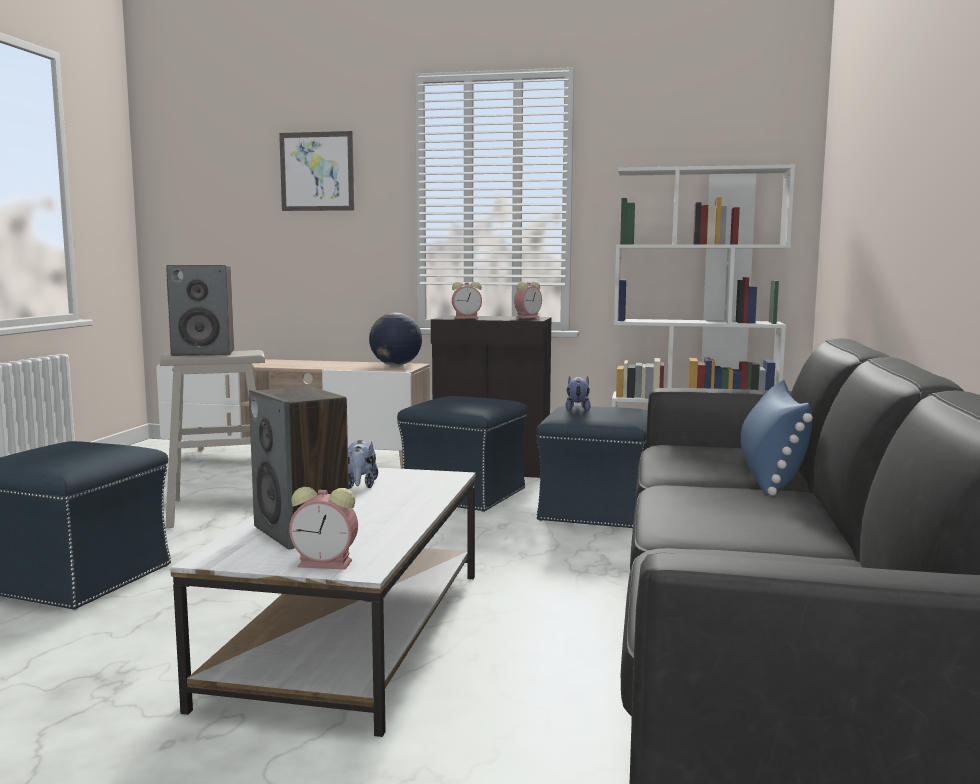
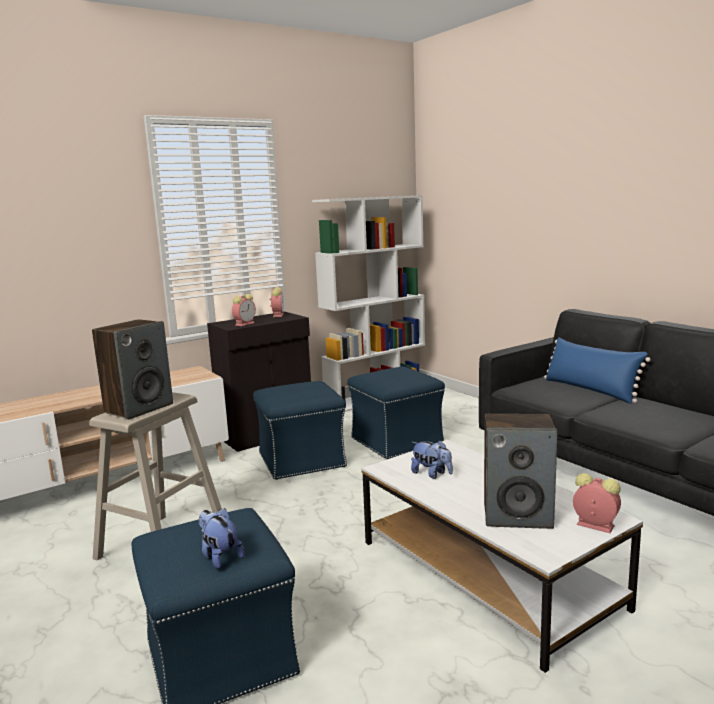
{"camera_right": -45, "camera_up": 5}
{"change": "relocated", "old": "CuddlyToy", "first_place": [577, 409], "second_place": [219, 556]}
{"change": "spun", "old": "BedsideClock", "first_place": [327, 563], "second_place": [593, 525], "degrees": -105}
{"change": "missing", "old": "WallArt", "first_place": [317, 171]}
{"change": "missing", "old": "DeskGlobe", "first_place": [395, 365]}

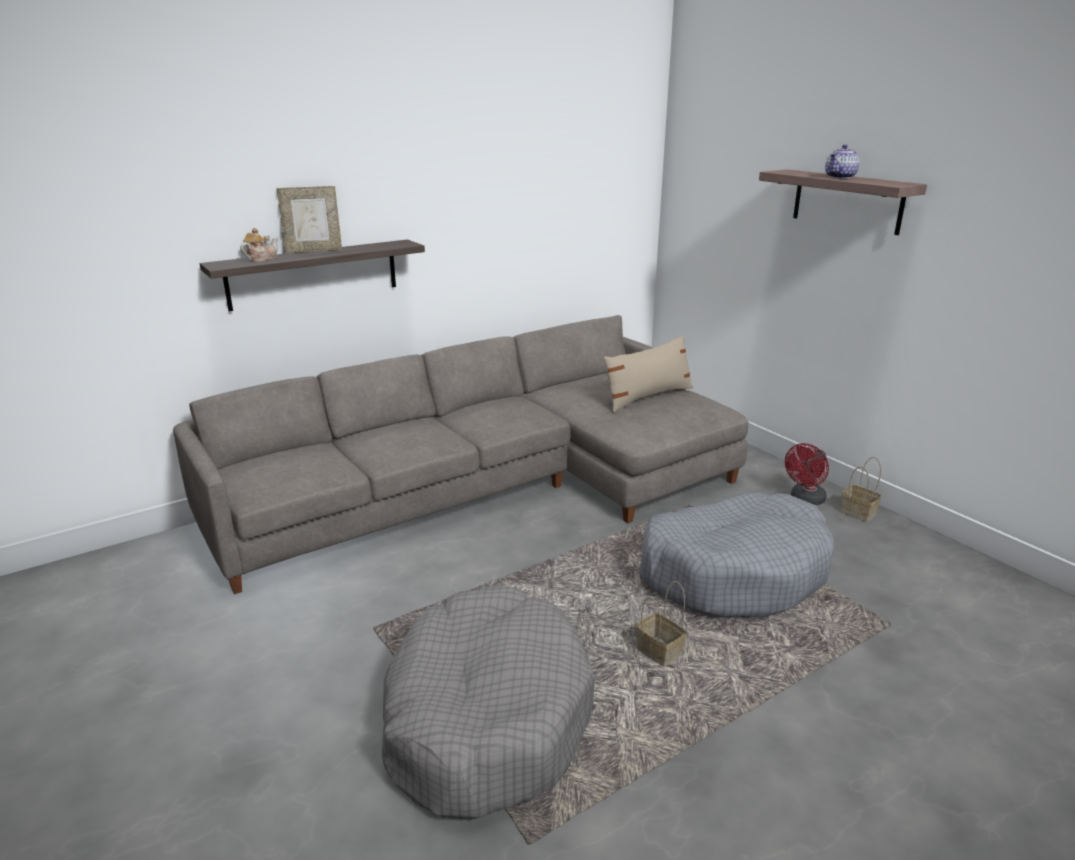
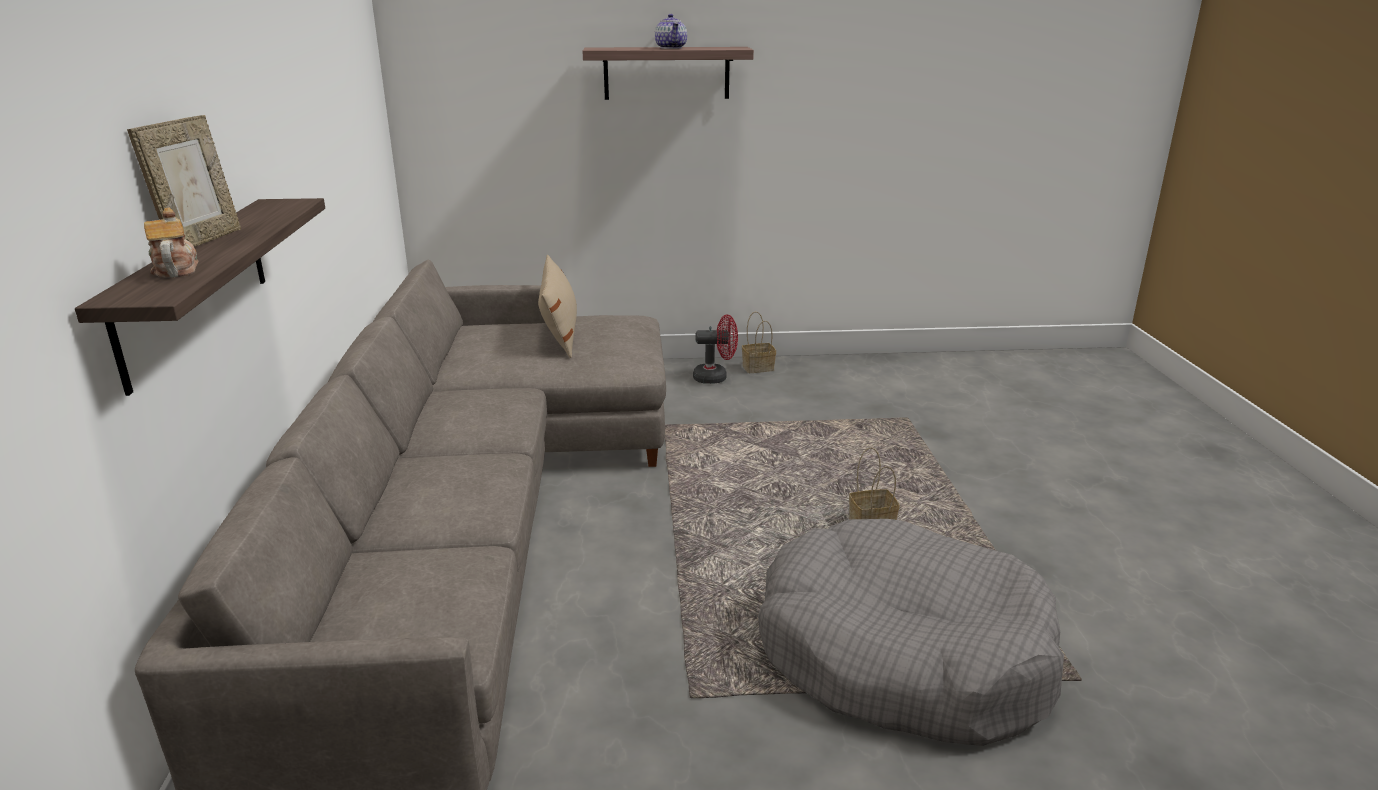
{"camera_right": -60, "camera_up": 0}
{"change": "spun", "old": "RedFan", "first_place": [805, 500], "second_place": [716, 377], "degrees": -75}
{"change": "missing", "old": "GreyishDogCushion", "first_place": [733, 572]}

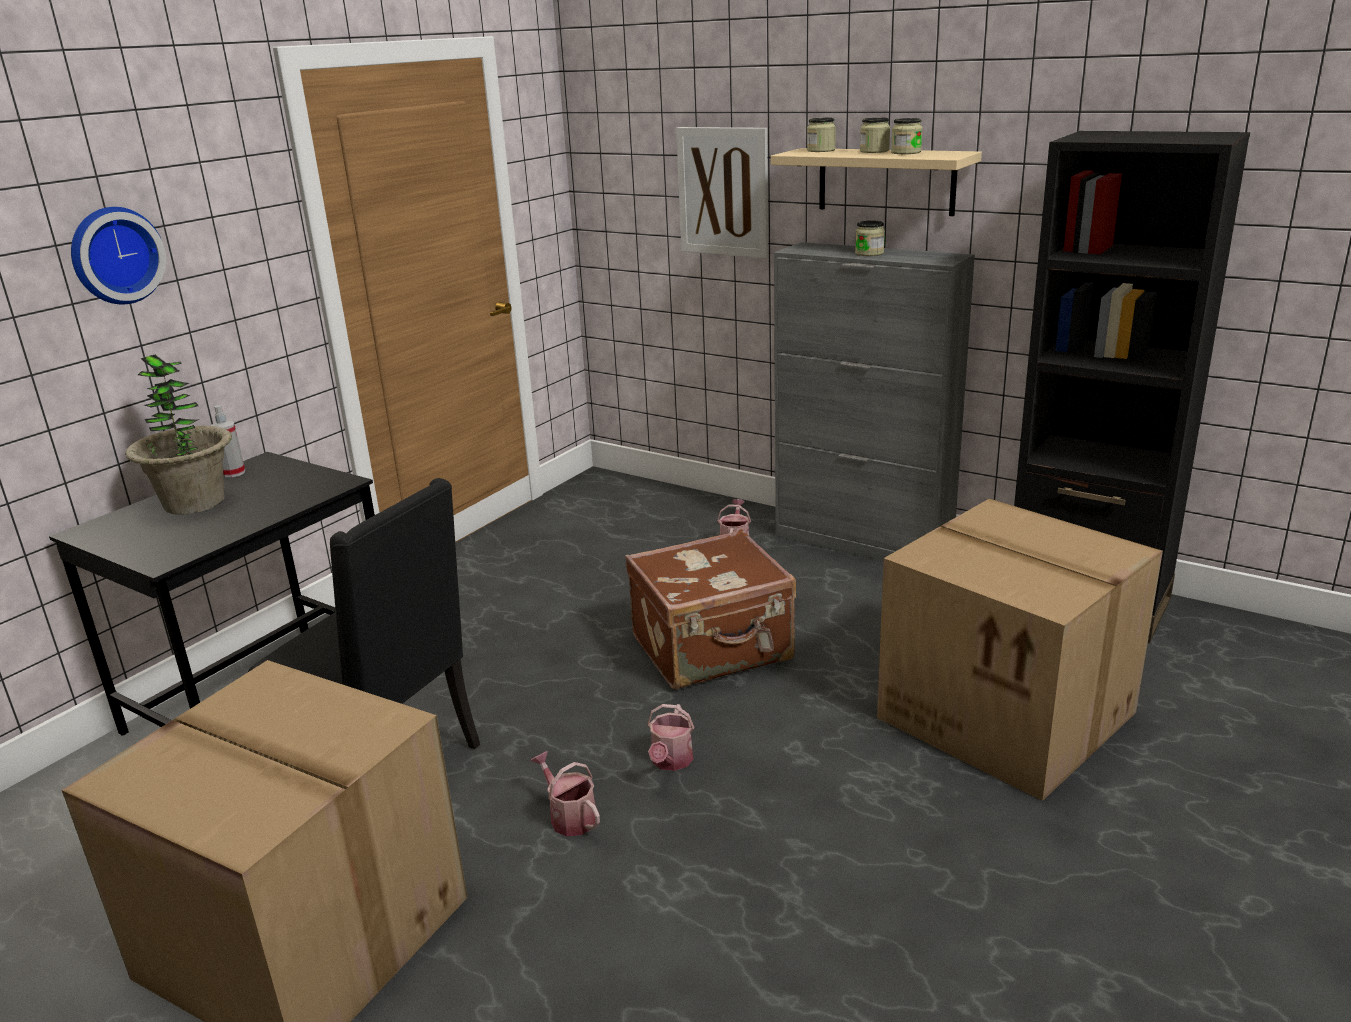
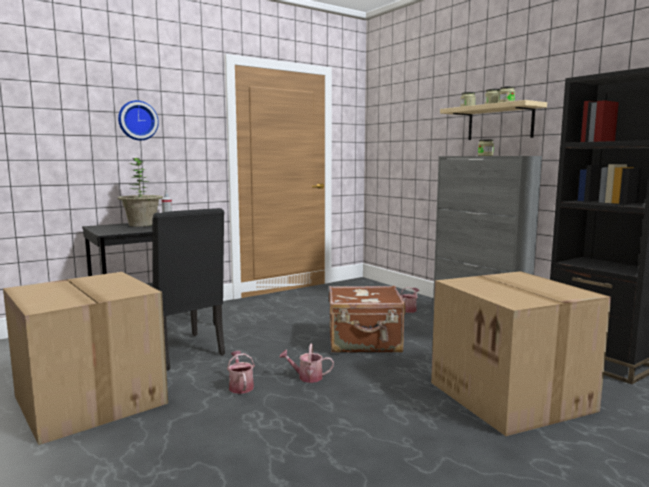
{"camera_right": 20, "camera_up": -15}
{"change": "spun", "old": "SprinklingCan", "first_place": [670, 761], "second_place": [307, 377], "degrees": 60}
{"change": "missing", "old": "WallArt", "first_place": [723, 192]}

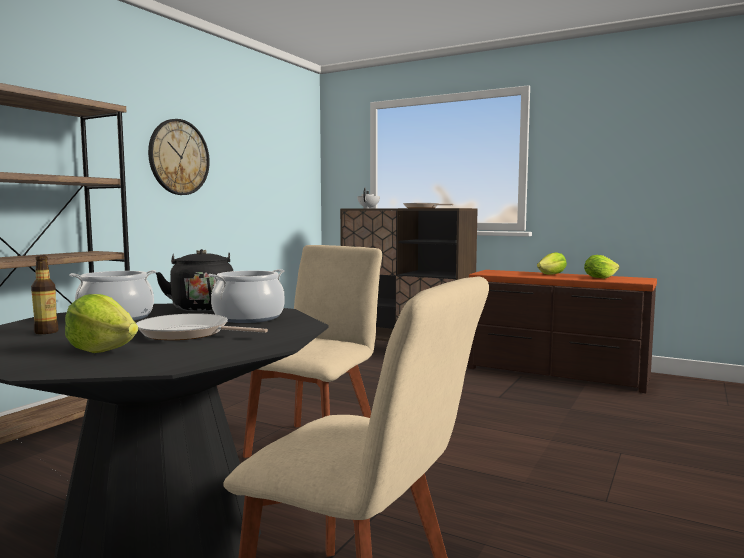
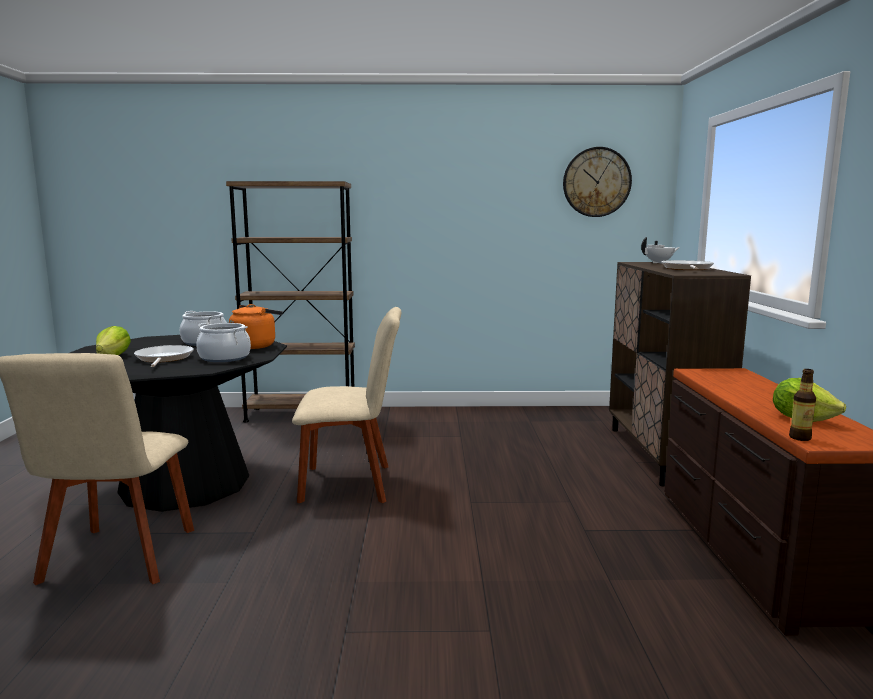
{"camera_right": 60, "camera_up": 5}
{"change": "colour", "old": "BlackColouredWaterKettle", "new": "OrangeWaterKettle", "first_place": [202, 308], "second_place": [255, 346]}
{"change": "relocated", "old": "WallClock", "first_place": [179, 157], "second_place": [596, 182]}
{"change": "relocated", "old": "DrinkBottle", "first_place": [46, 332], "second_place": [800, 438]}
{"change": "missing", "old": "Lettuce", "first_place": [552, 274]}

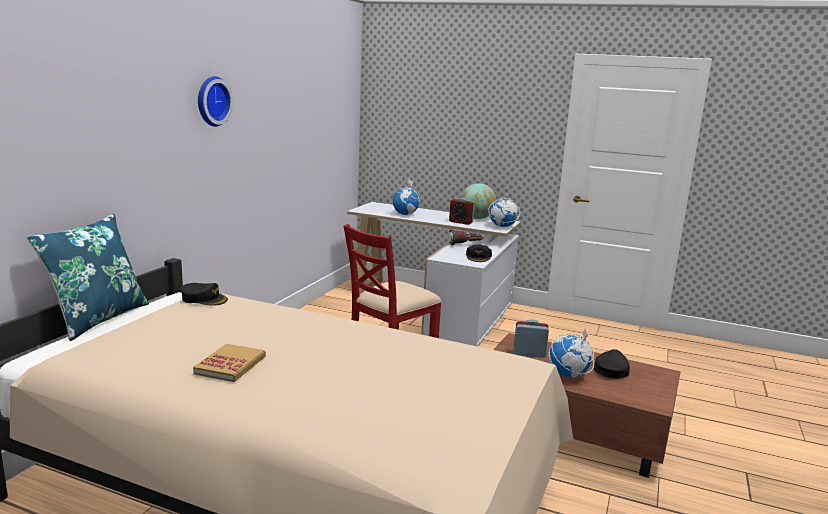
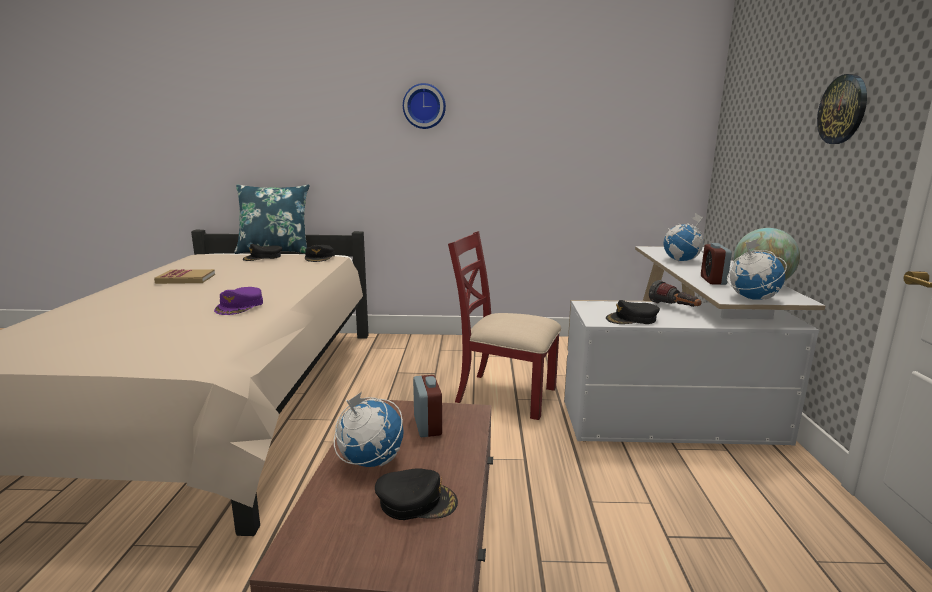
{"camera_right": 70, "camera_up": 0}
{"change": "appeared", "new": "PurpleColouredPeakedCap", "second_place": [240, 306]}
{"change": "appeared", "new": "BlackColouredPeakedCap", "second_place": [263, 257]}
{"change": "appeared", "new": "WallClock", "second_place": [843, 109]}

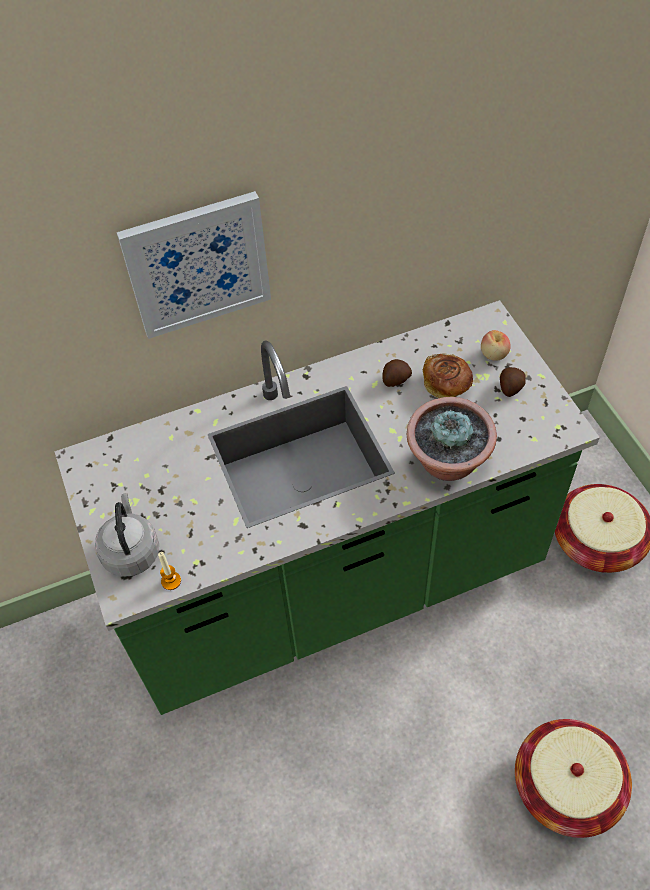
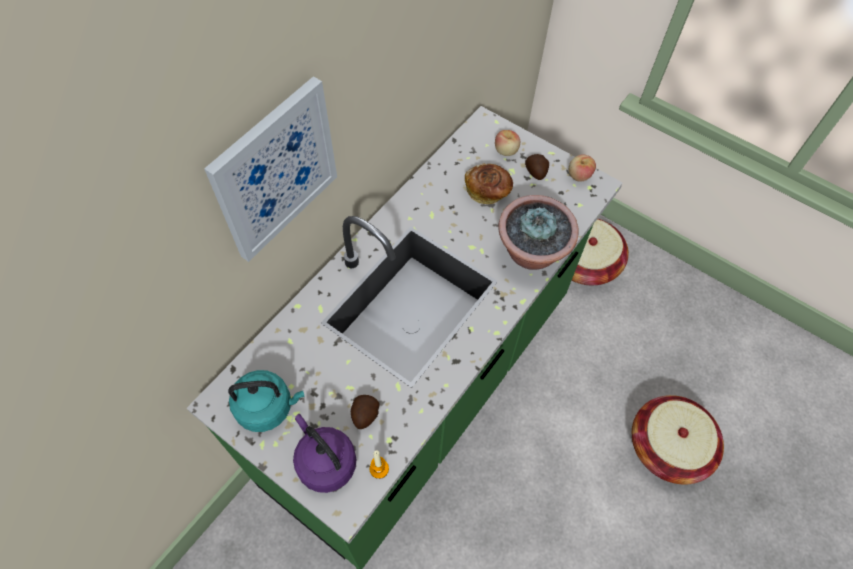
{"camera_right": -35, "camera_up": 5}
{"change": "appeared", "new": "BlueGreenWaterKettle", "second_place": [268, 407]}
{"change": "colour", "old": "GreyishWaterKettle", "new": "PurpleColouredWaterKettle", "first_place": [131, 551], "second_place": [325, 462]}
{"change": "relocated", "old": "Potato", "first_place": [395, 380], "second_place": [364, 415]}
{"change": "appeared", "new": "AppleFruit", "second_place": [579, 175]}

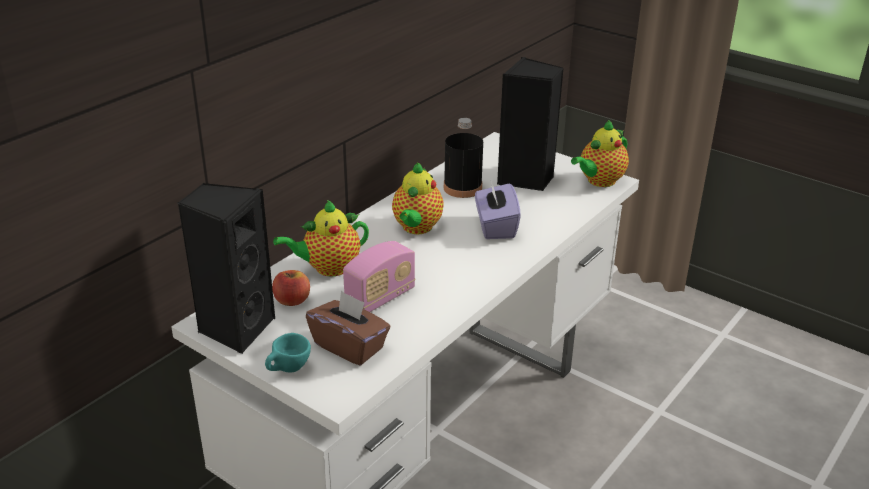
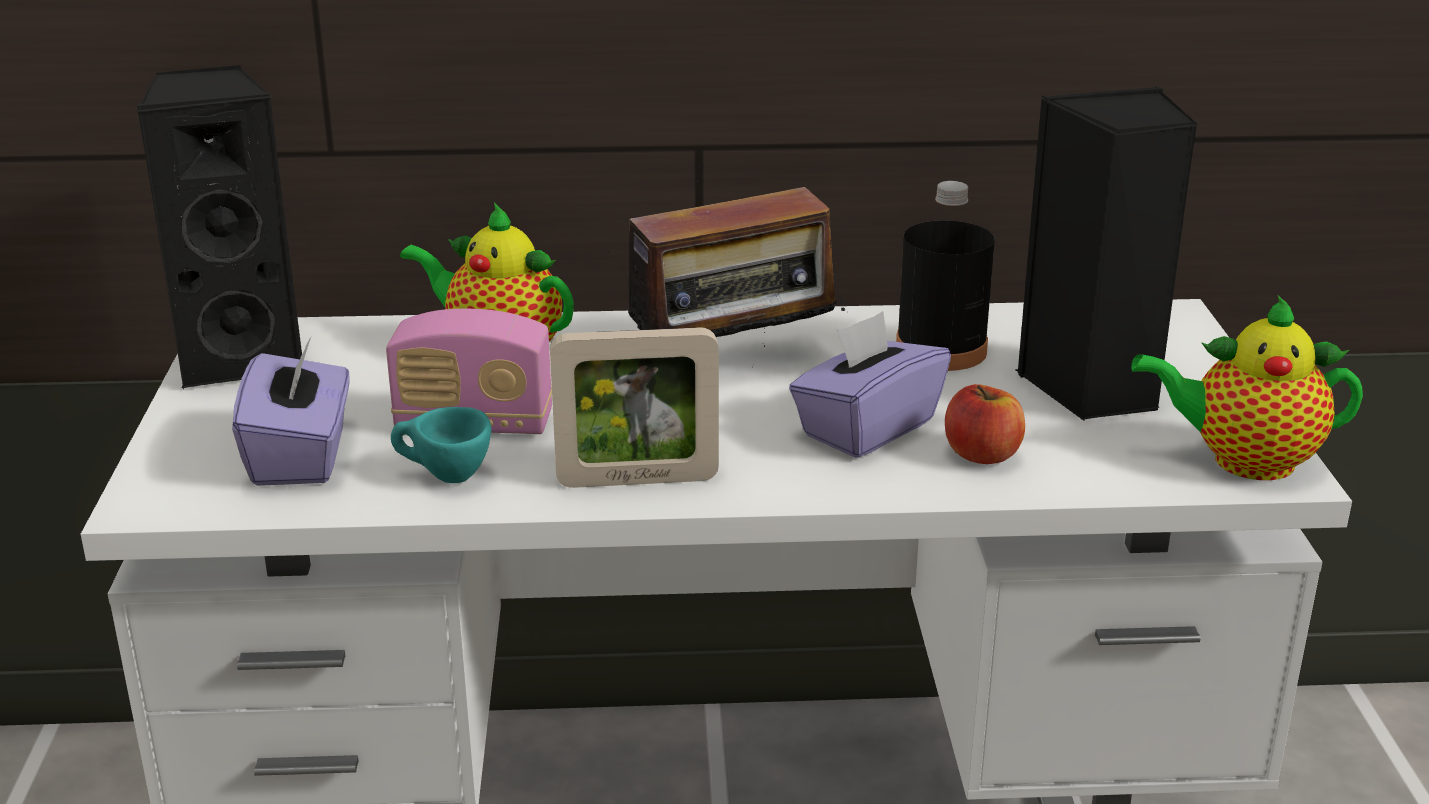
{"camera_right": 50, "camera_up": -5}
{"change": "colour", "old": "BrownishTissueHolder", "new": "PurpleColouredTissueHolder", "first_place": [349, 346], "second_place": [301, 456]}
{"change": "relocated", "old": "BlueGreenSmallCup", "first_place": [288, 371], "second_place": [443, 477]}
{"change": "appeared", "new": "PictureFrame", "second_place": [637, 480]}
{"change": "exchanged", "old": "TeaPot", "new": "Radio", "first_place": [416, 228], "second_place": [735, 367]}
{"change": "relocated", "old": "AppleFruit", "first_place": [292, 300], "second_place": [982, 455]}

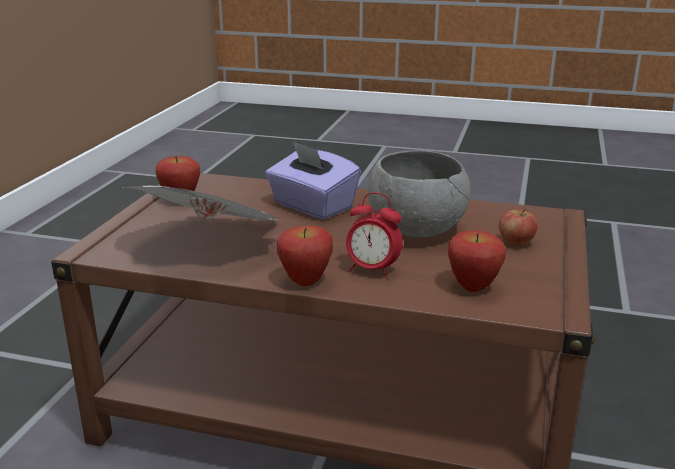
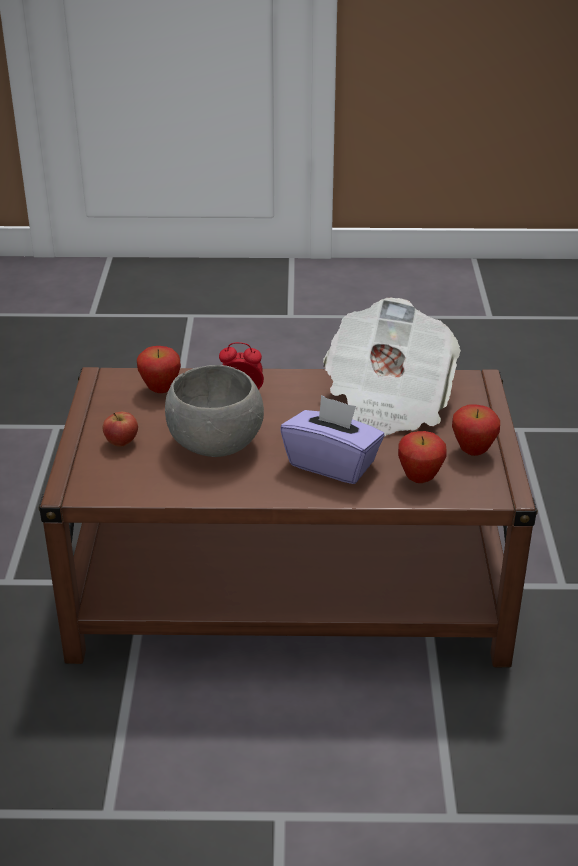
{"camera_right": 165, "camera_up": 10}
{"change": "relocated", "old": "AppleFruit", "first_place": [305, 282], "second_place": [419, 479]}

